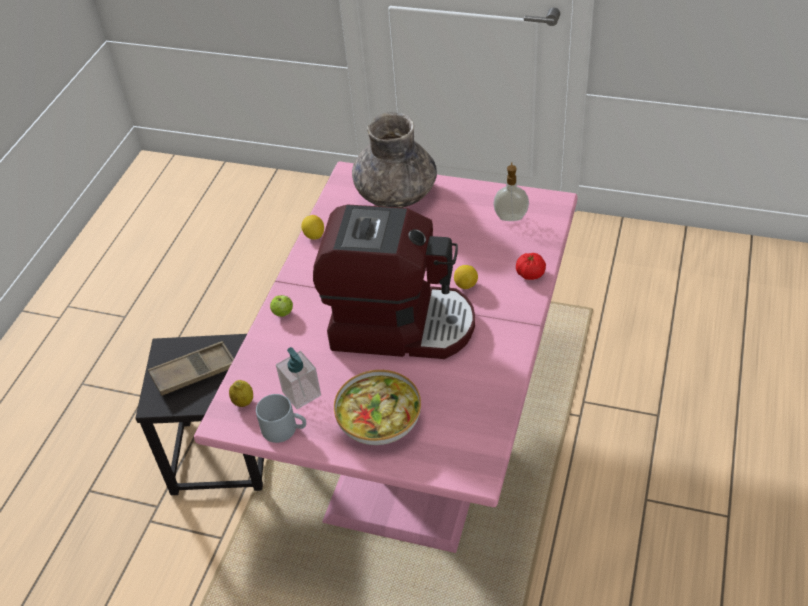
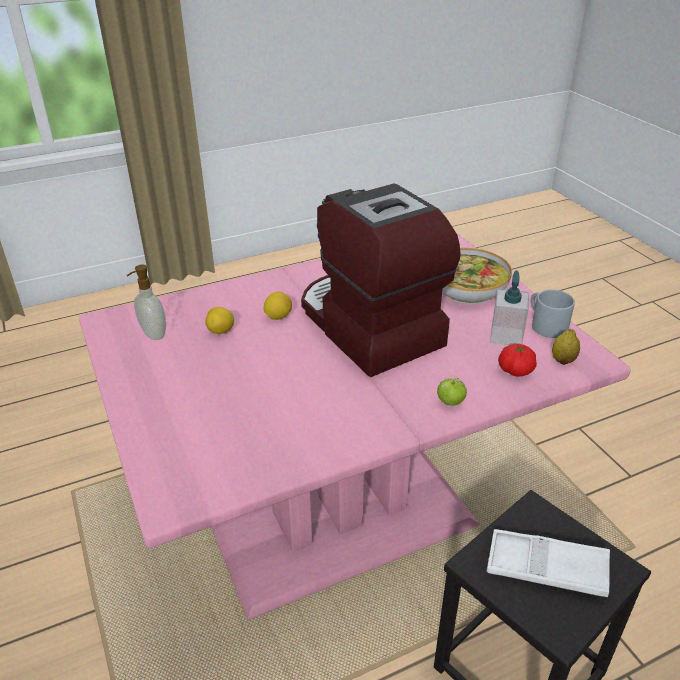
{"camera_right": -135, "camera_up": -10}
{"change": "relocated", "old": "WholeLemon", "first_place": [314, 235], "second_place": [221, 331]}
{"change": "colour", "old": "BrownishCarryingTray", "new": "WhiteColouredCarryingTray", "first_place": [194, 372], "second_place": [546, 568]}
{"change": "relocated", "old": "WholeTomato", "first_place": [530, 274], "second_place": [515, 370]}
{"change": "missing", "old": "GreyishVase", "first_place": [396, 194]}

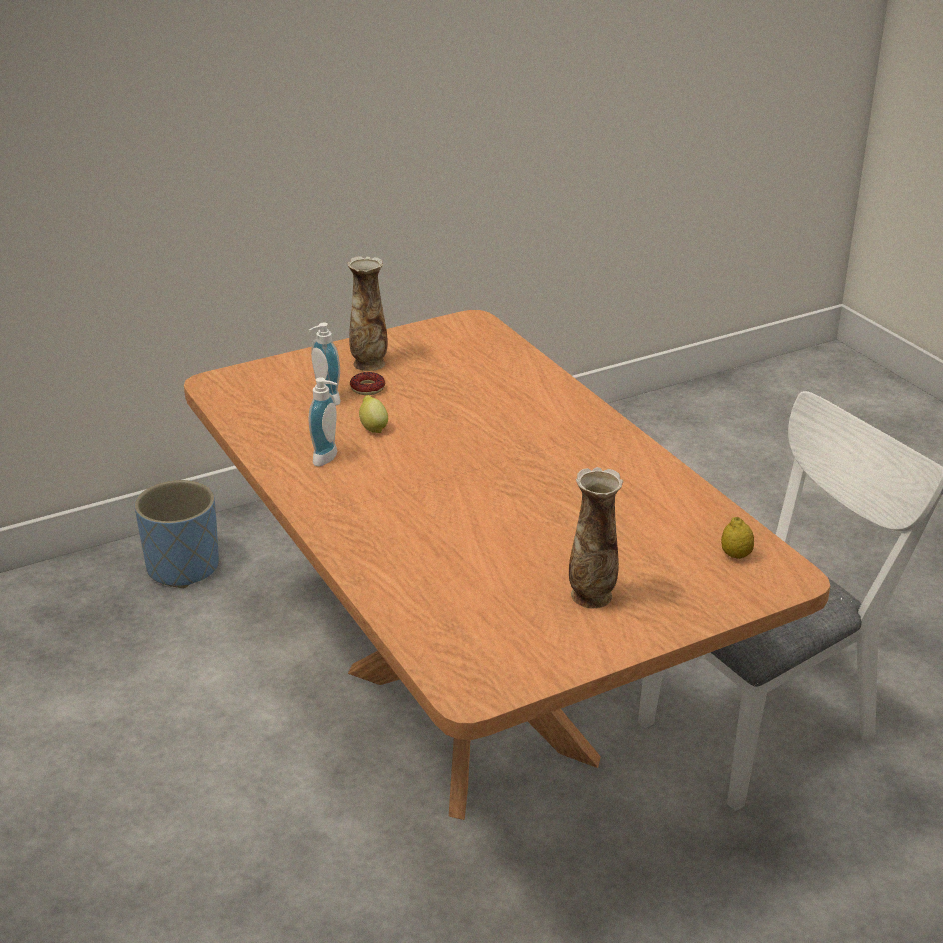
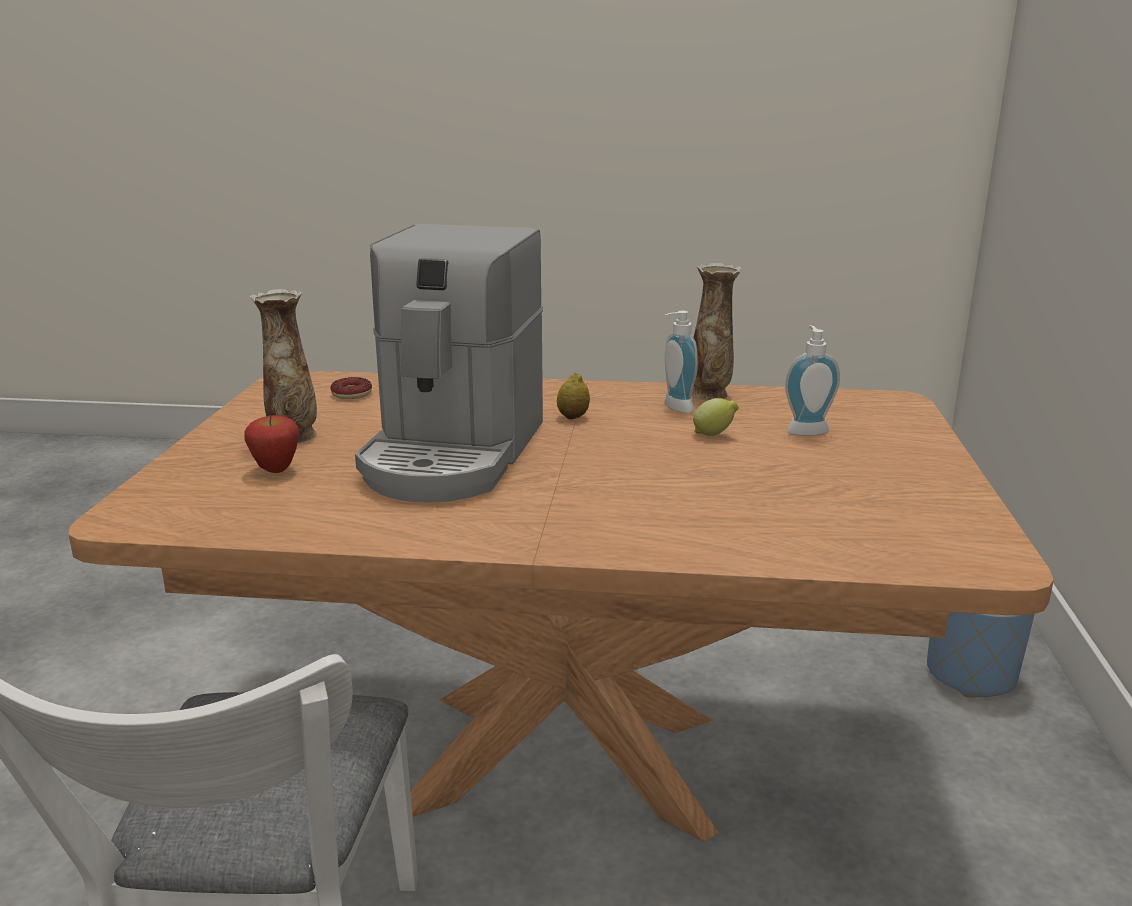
{"camera_right": 125, "camera_up": -10}
{"change": "appeared", "new": "AppleFruit", "second_place": [275, 470]}
{"change": "relocated", "old": "Doughnut", "first_place": [367, 388], "second_place": [352, 394]}
{"change": "appeared", "new": "CoffeeBrewer", "second_place": [453, 454]}
{"change": "relocated", "old": "WholeLemon", "first_place": [736, 555], "second_place": [573, 417]}
{"change": "relocated", "old": "Vase", "first_place": [369, 363], "second_place": [709, 395]}

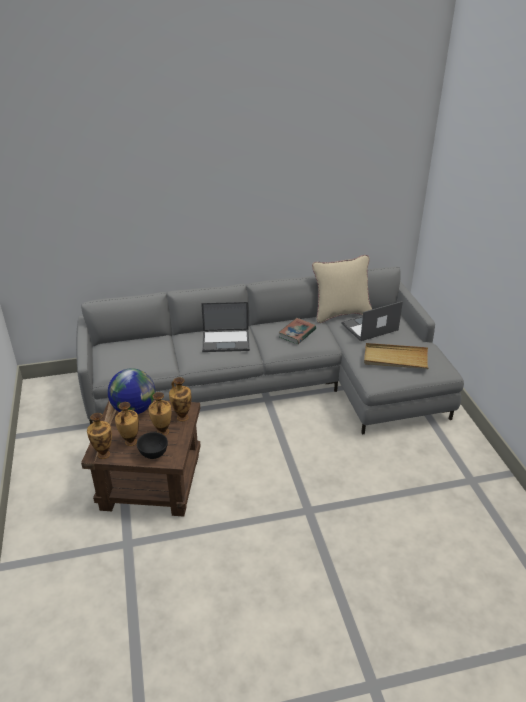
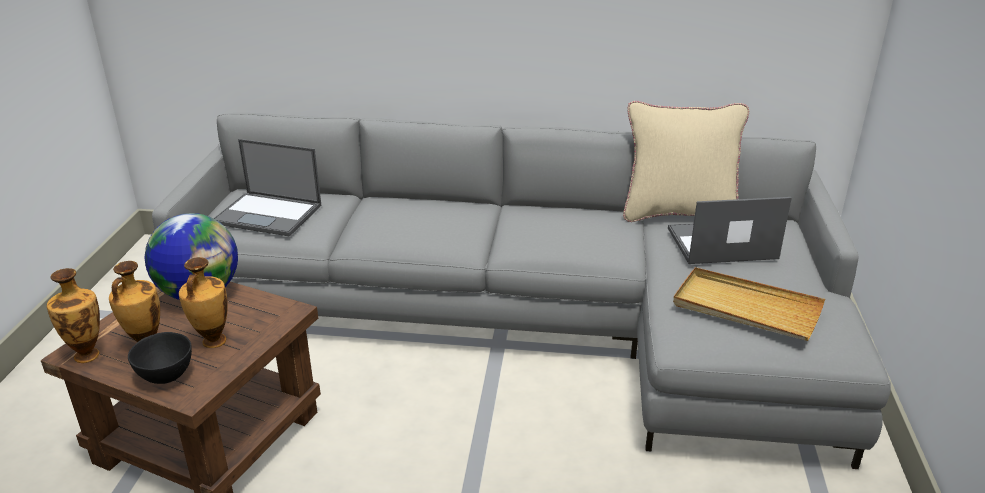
{"camera_right": 20, "camera_up": -5}
{"change": "relocated", "old": "Laptop", "first_place": [226, 340], "second_place": [269, 214]}
{"change": "missing", "old": "Vase", "first_place": [182, 417]}
{"change": "missing", "old": "Volume", "first_place": [297, 333]}

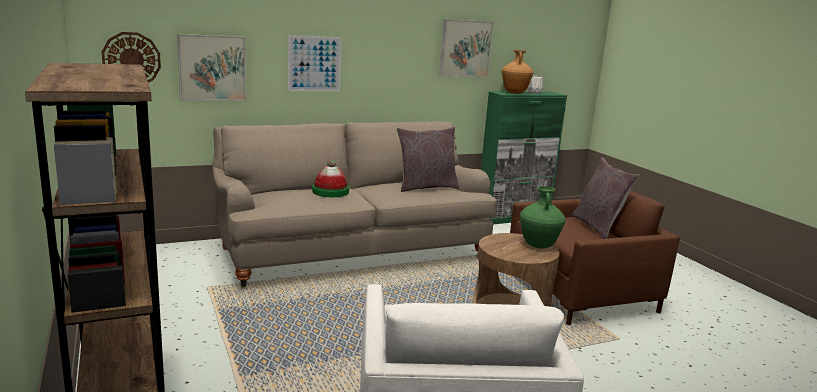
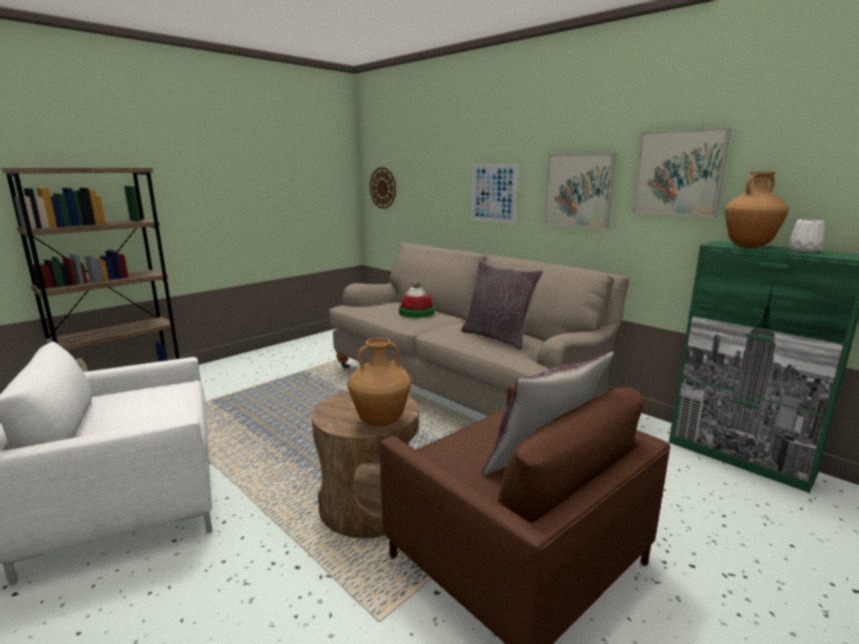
{"camera_right": 70, "camera_up": 0}
{"change": "colour", "old": "GreenishVase", "new": "BrownishVase", "first_place": [538, 246], "second_place": [380, 421]}
{"change": "relocated", "old": "WallArt", "first_place": [212, 68], "second_place": [578, 190]}

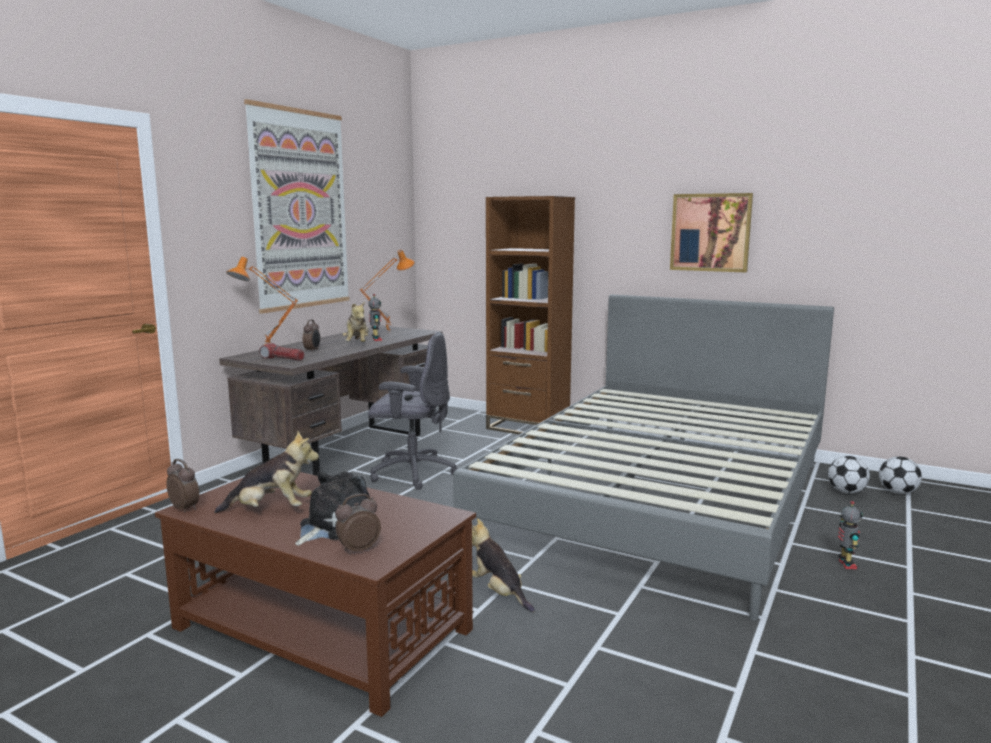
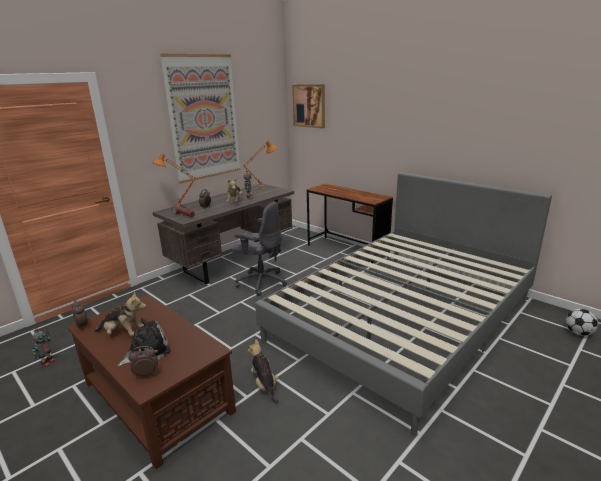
{"camera_right": 15, "camera_up": 10}
{"change": "relocated", "old": "ModelRobot", "first_place": [845, 564], "second_place": [47, 362]}
{"change": "relocated", "old": "WallArt", "first_place": [710, 232], "second_place": [309, 106]}
{"change": "exchanged", "old": "BrownishBookshelf", "new": "BrownishDeskUnit", "first_place": [528, 428], "second_place": [347, 251]}
{"change": "missing", "old": "Football", "first_place": [846, 492]}

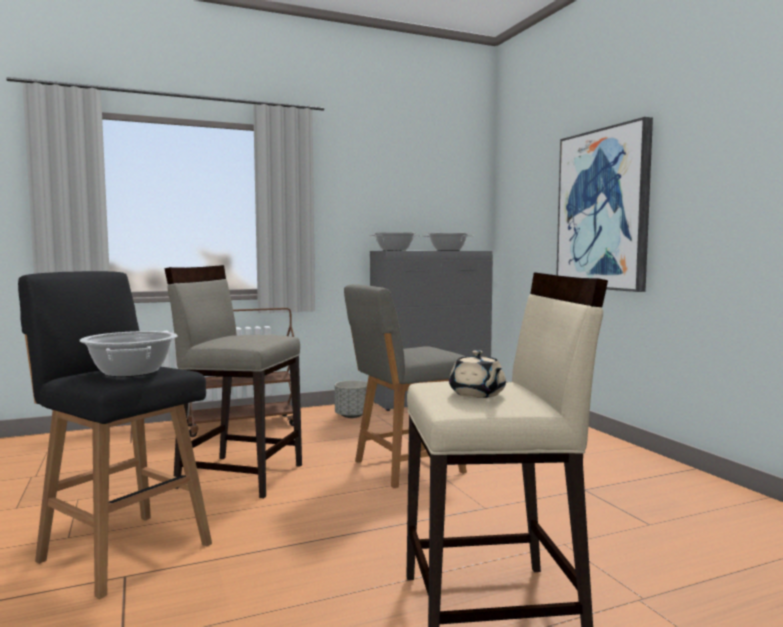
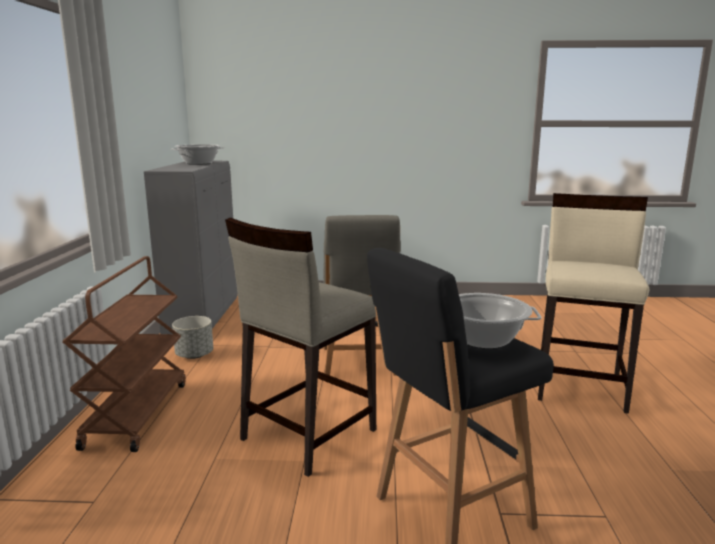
{"camera_right": -65, "camera_up": 10}
{"change": "missing", "old": "Saucepot", "first_place": [394, 250]}
{"change": "missing", "old": "SandColouredTeaPot", "first_place": [477, 394]}
{"change": "missing", "old": "WallArt", "first_place": [603, 210]}

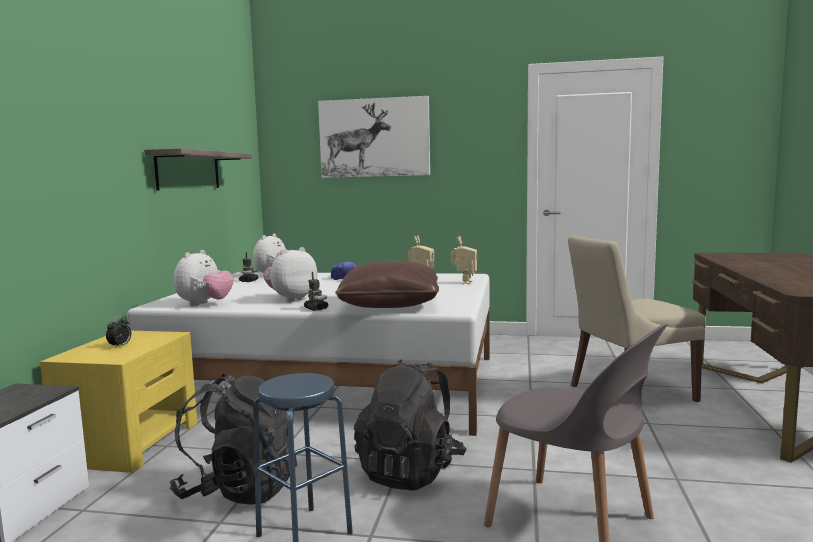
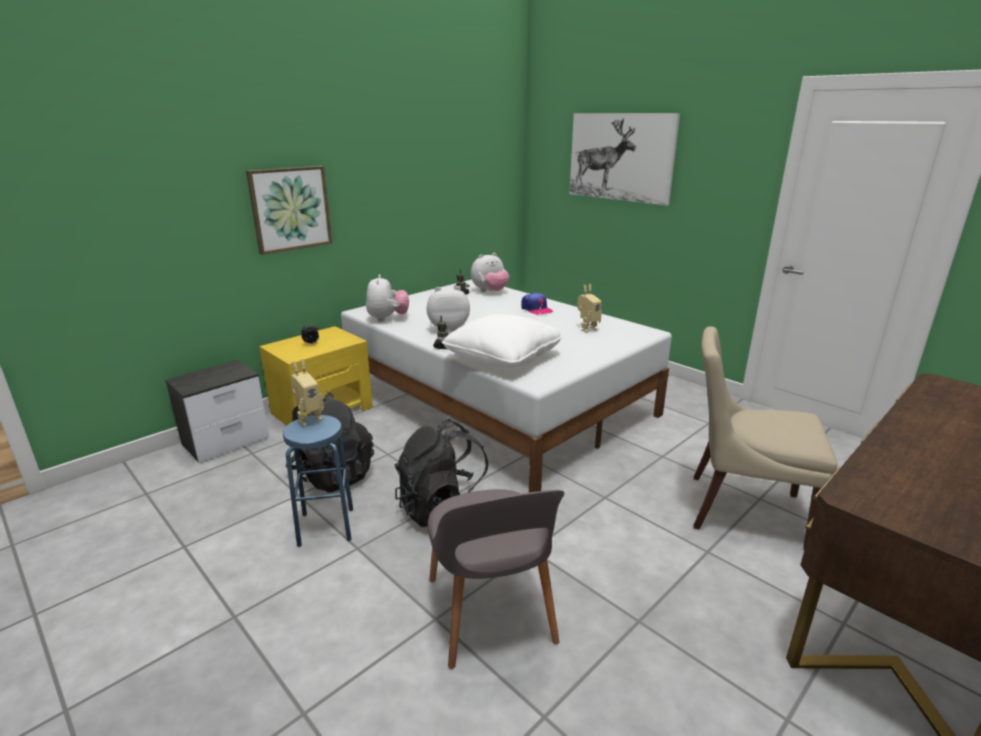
{"camera_right": 35, "camera_up": 15}
{"change": "appeared", "new": "WallArt", "second_place": [290, 209]}
{"change": "relocated", "old": "ModelRobot", "first_place": [464, 282], "second_place": [308, 419]}
{"change": "spun", "old": "CuddlyToy", "first_place": [205, 304], "second_place": [388, 318], "degrees": -60}
{"change": "colour", "old": "BrownishThrowPillow", "new": "WhiteColouredThrowPillow", "first_place": [390, 304], "second_place": [503, 357]}
{"change": "missing", "old": "WallShelf", "first_place": [188, 170]}

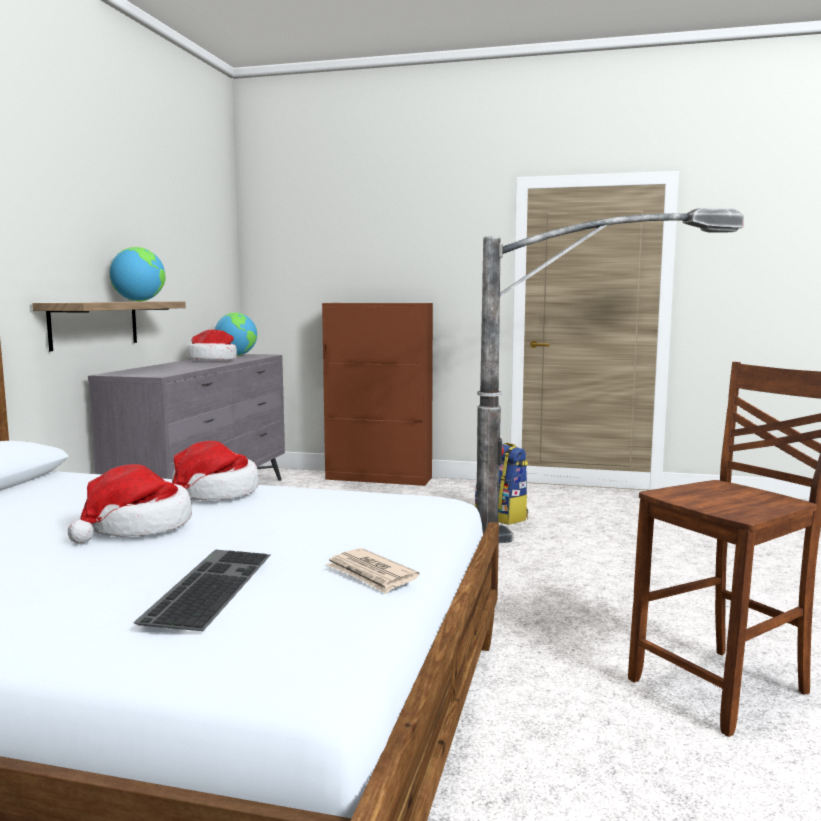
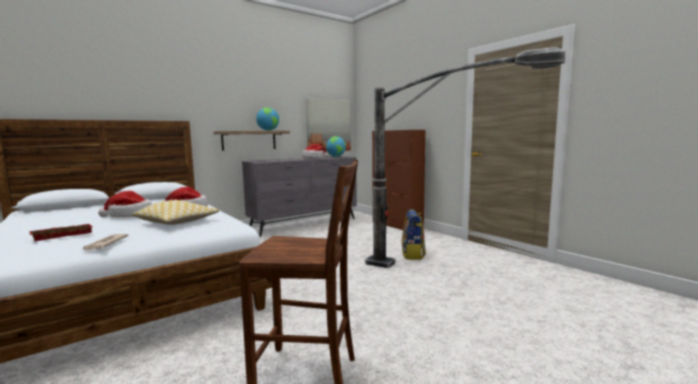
{"camera_right": 40, "camera_up": 0}
{"change": "exchanged", "old": "ComputerKeyboard", "new": "RedCarryingTray", "first_place": [207, 586], "second_place": [63, 235]}
{"change": "appeared", "new": "ThrowPillow", "second_place": [177, 222]}
{"change": "appeared", "new": "WallArt", "second_place": [328, 125]}

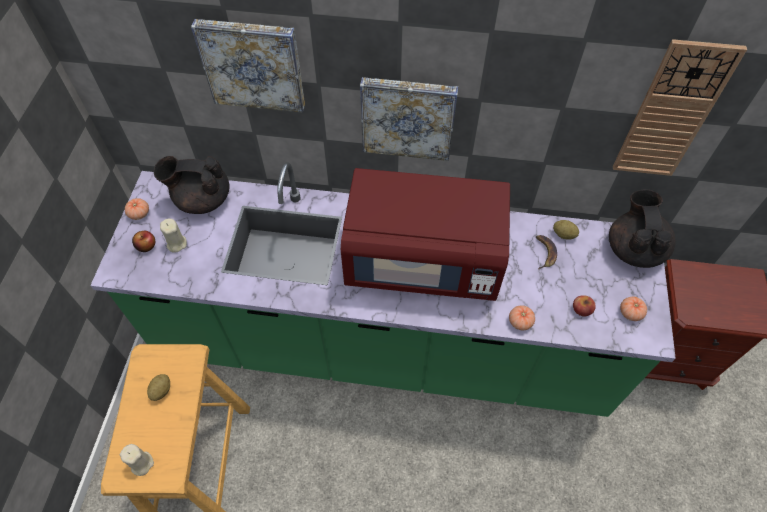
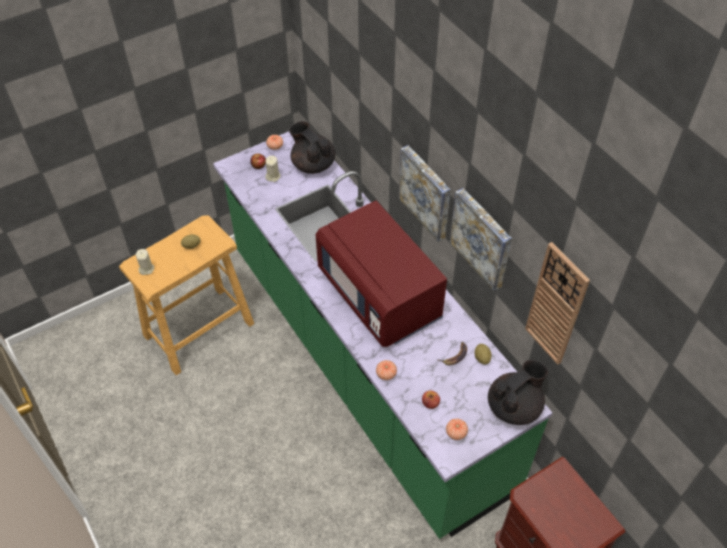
{"camera_right": 50, "camera_up": -5}
{"change": "relocated", "old": "WallArt", "first_place": [253, 64], "second_place": [482, 238]}

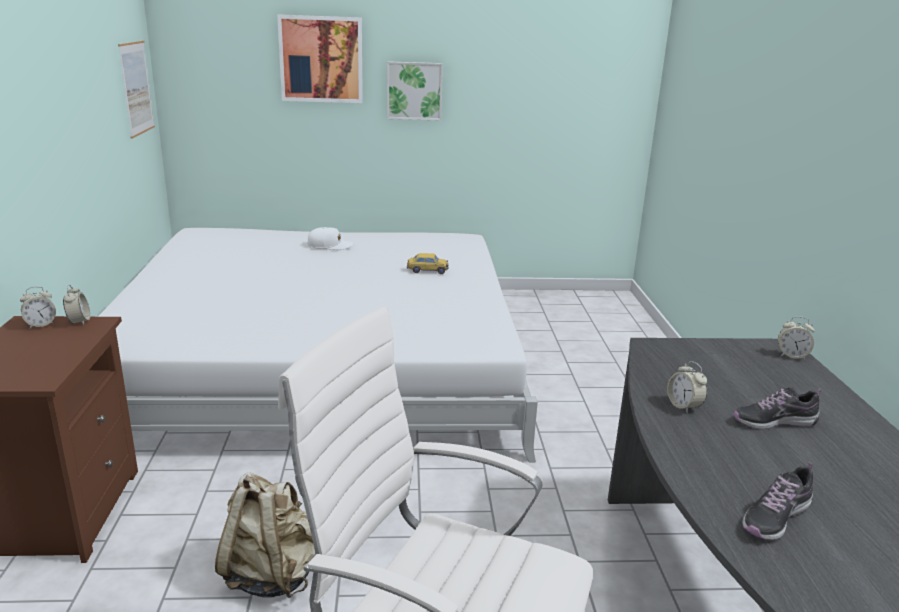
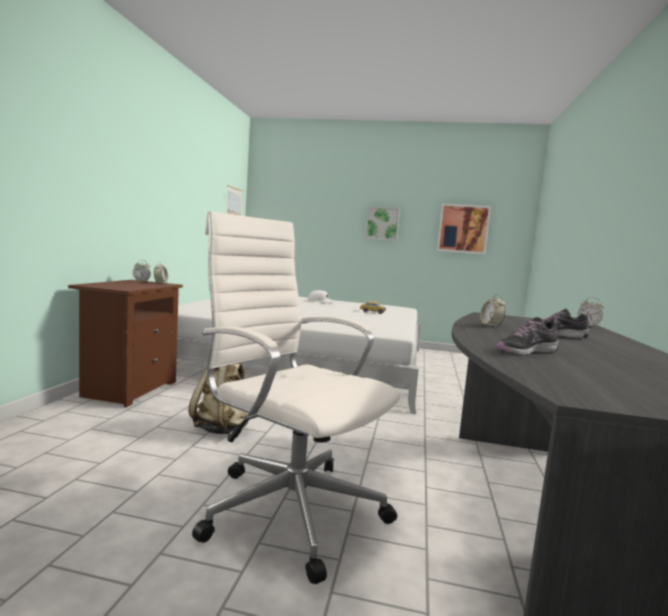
{"camera_right": 15, "camera_up": -15}
{"change": "relocated", "old": "WallArt", "first_place": [321, 59], "second_place": [463, 228]}

